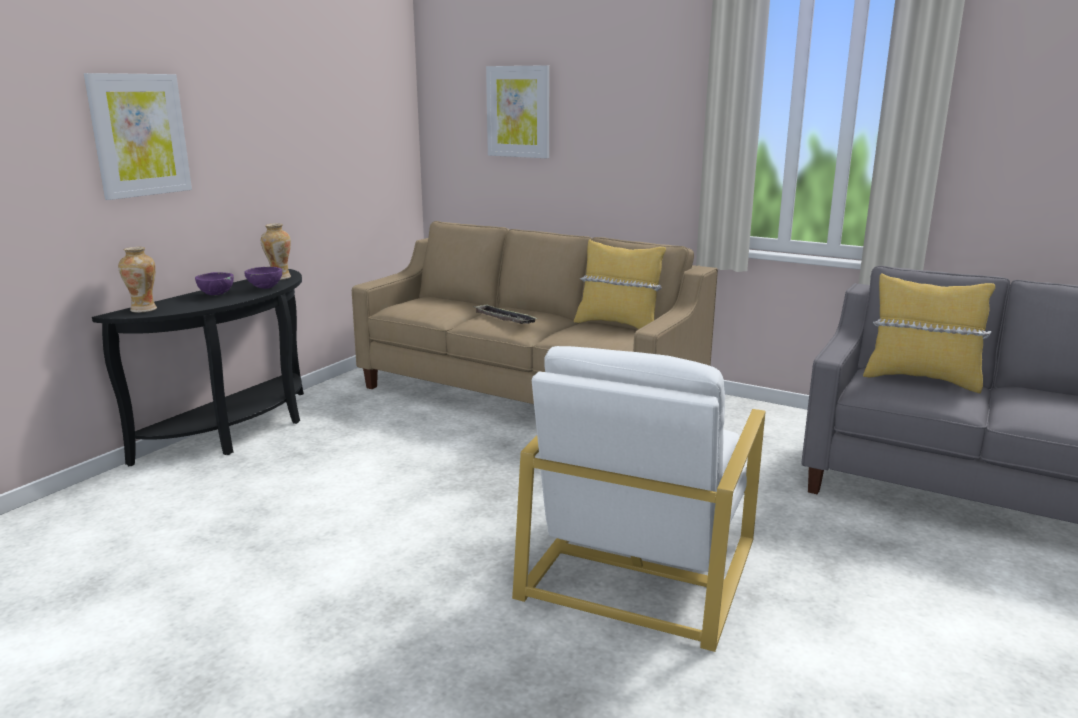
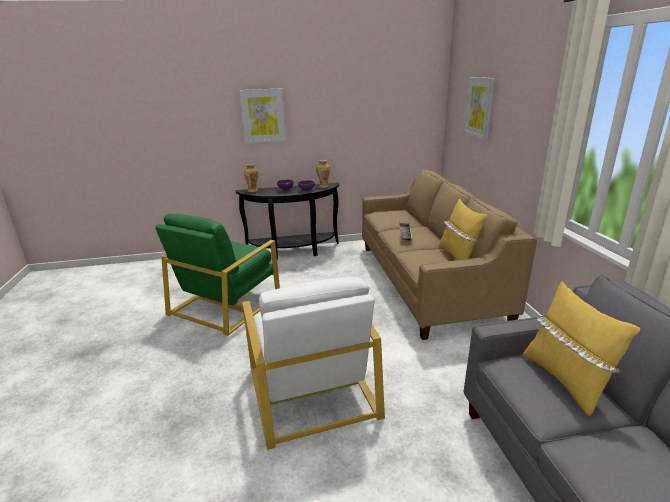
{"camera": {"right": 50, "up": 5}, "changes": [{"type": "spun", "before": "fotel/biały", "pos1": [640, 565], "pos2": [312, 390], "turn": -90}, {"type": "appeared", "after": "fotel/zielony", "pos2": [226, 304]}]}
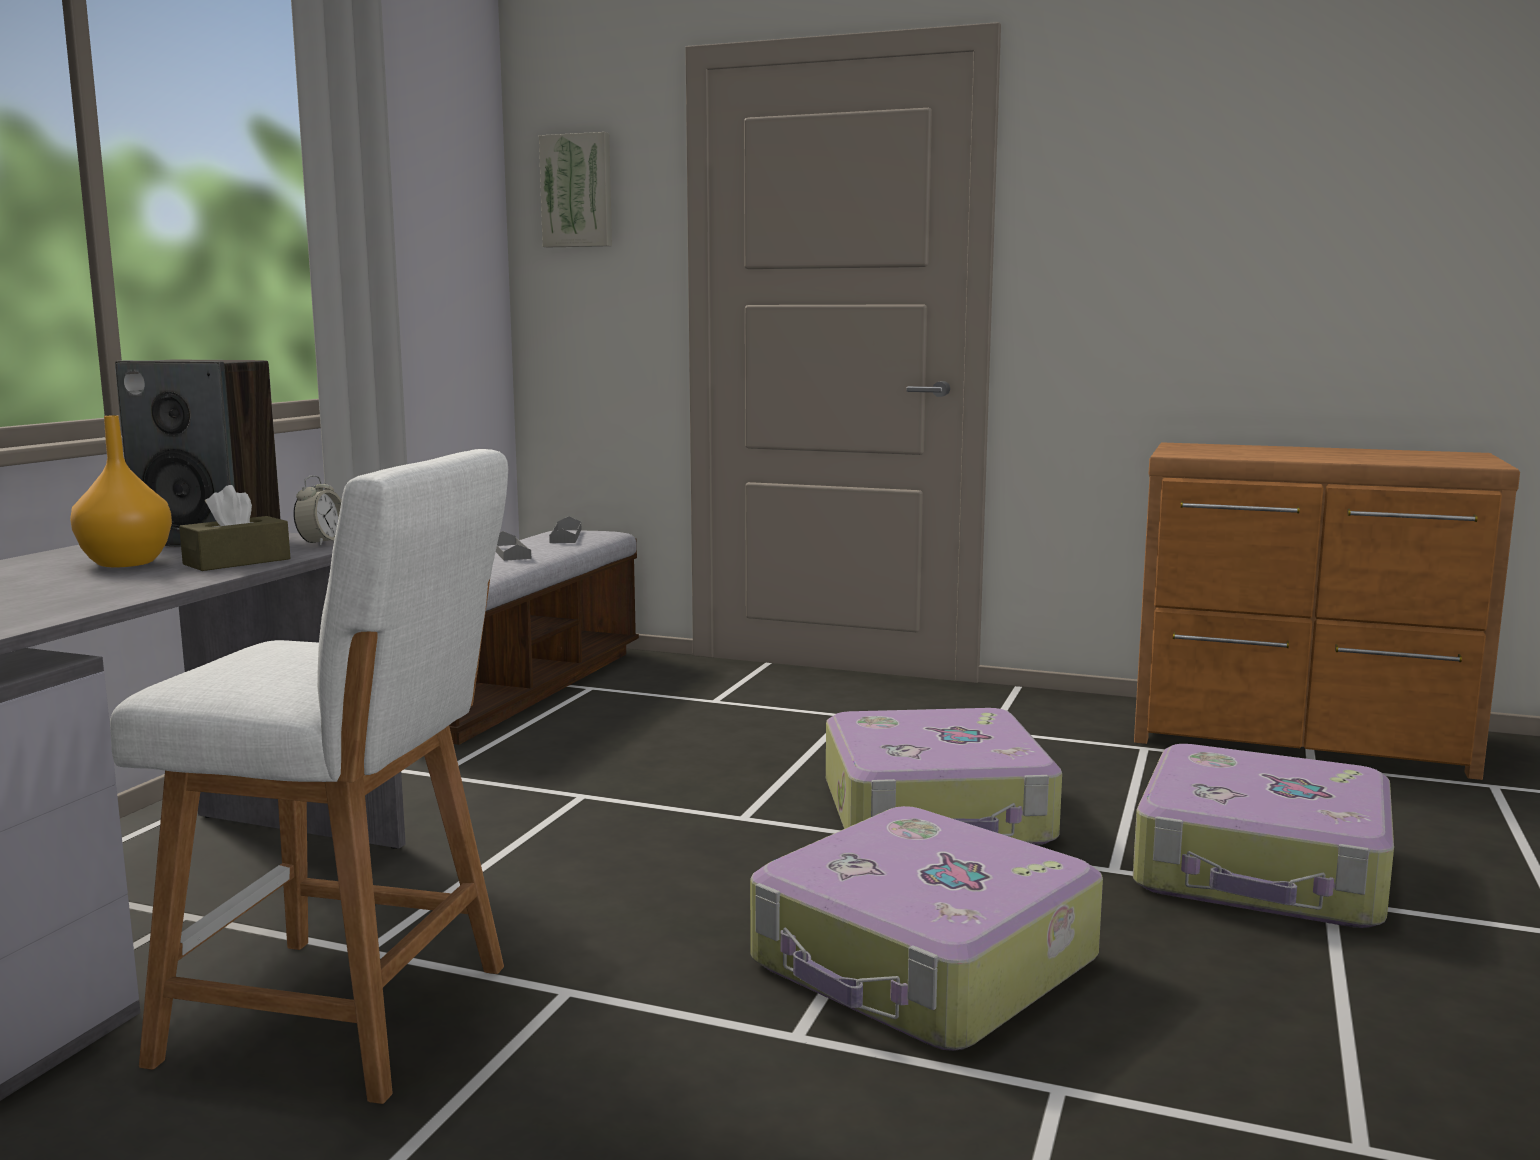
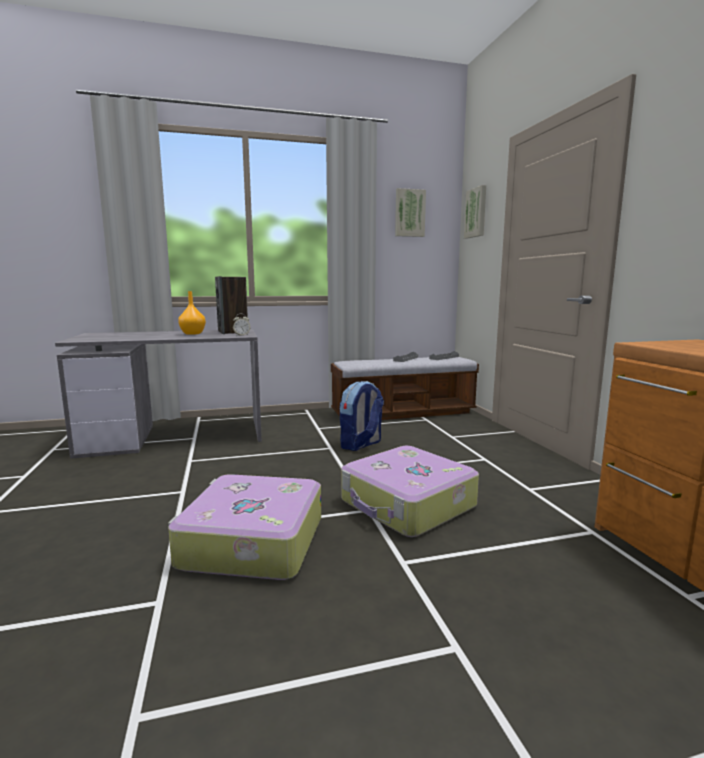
{"camera": {"right": 55, "up": 0}, "changes": [{"type": "missing", "before": "stołek/biały", "pos1": [351, 1016]}, {"type": "missing", "before": "pudełko chusteczek/brązowy", "pos1": [237, 562]}, {"type": "missing", "before": "walizka", "pos1": [1263, 870]}, {"type": "appeared", "after": "obraz", "pos2": [409, 213]}, {"type": "appeared", "after": "plecak", "pos2": [361, 445]}]}
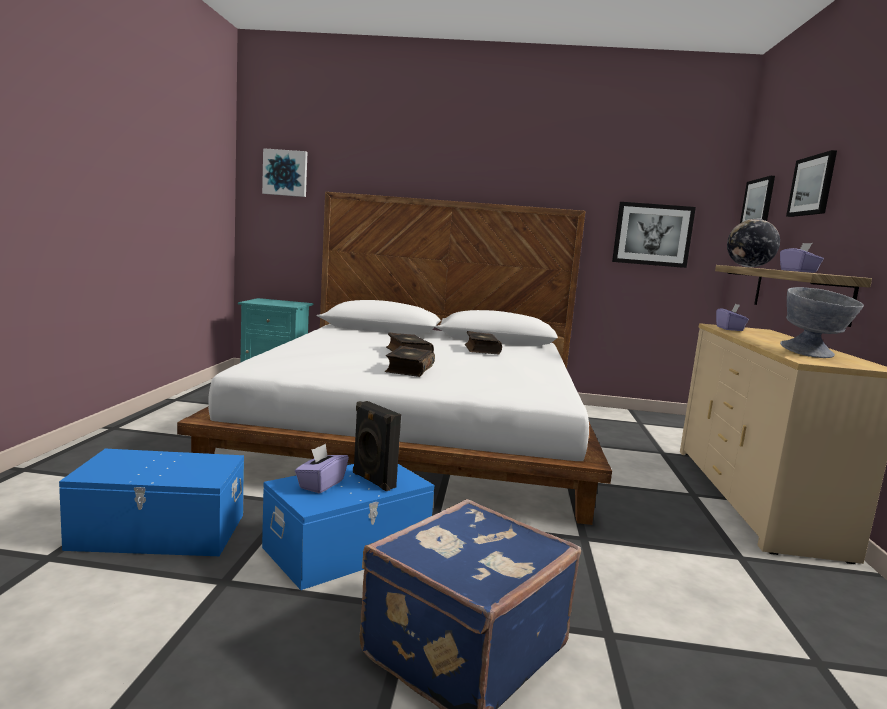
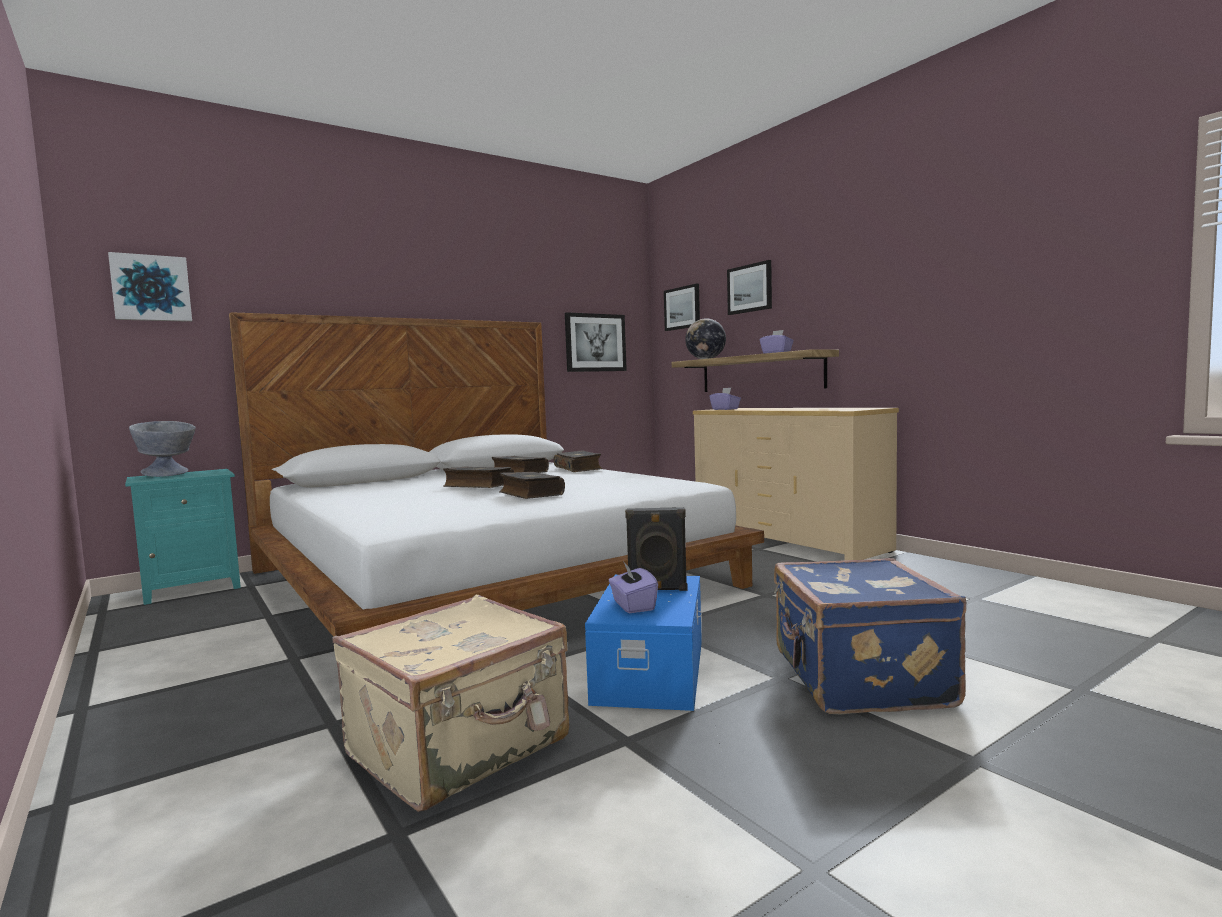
{"camera": {"right": -40, "up": -5}, "changes": [{"type": "relocated", "before": "miska/szary", "pos1": [812, 355], "pos2": [167, 475]}, {"type": "exchanged", "before": "pojemnik do przechowywania/niebieski", "after": "walizka/beżowy", "pos1": [159, 532], "pos2": [461, 748]}, {"type": "appeared", "after": "książka", "pos2": [578, 468]}]}
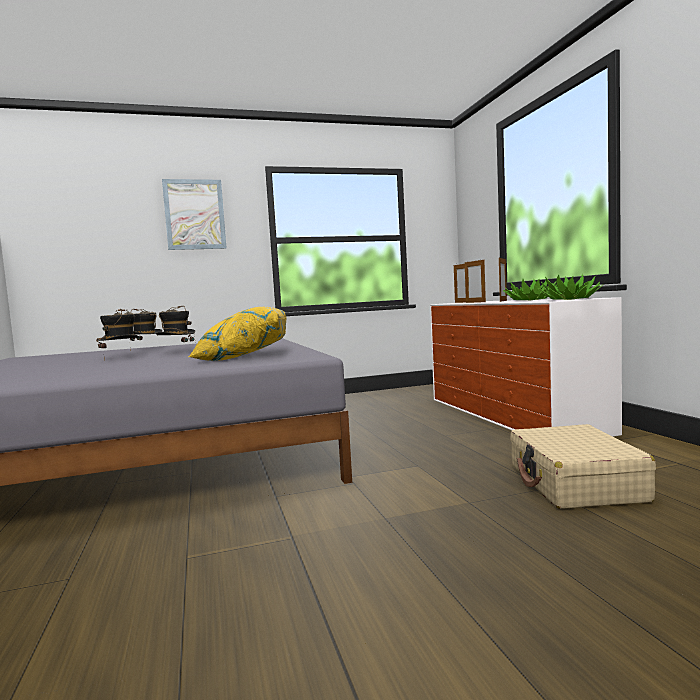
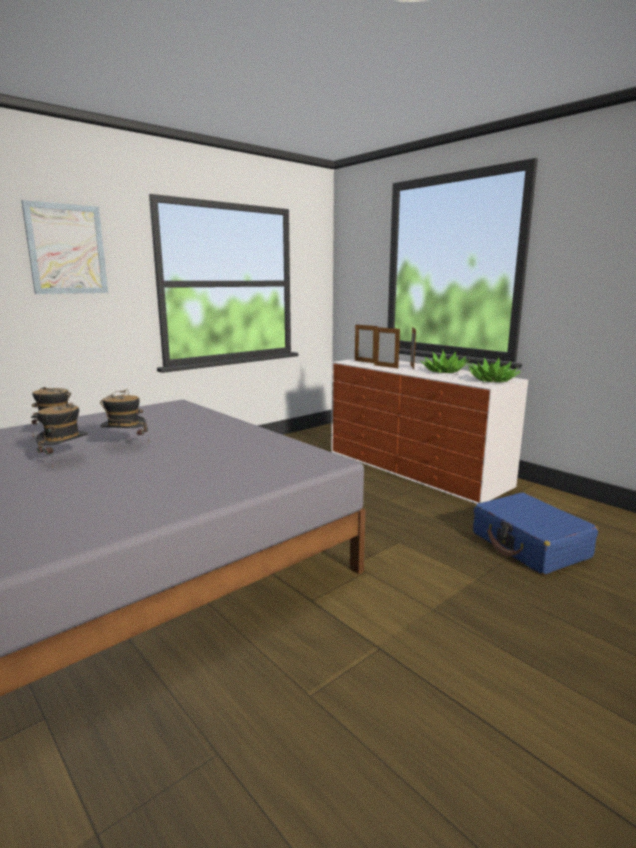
{"camera": {"right": -25, "up": 10}, "changes": [{"type": "missing", "before": "poduszka/żółty", "pos1": [243, 356]}, {"type": "colour", "before": "walizka/beżowy", "after": "walizka/niebieski", "pos1": [575, 483], "pos2": [530, 545]}]}
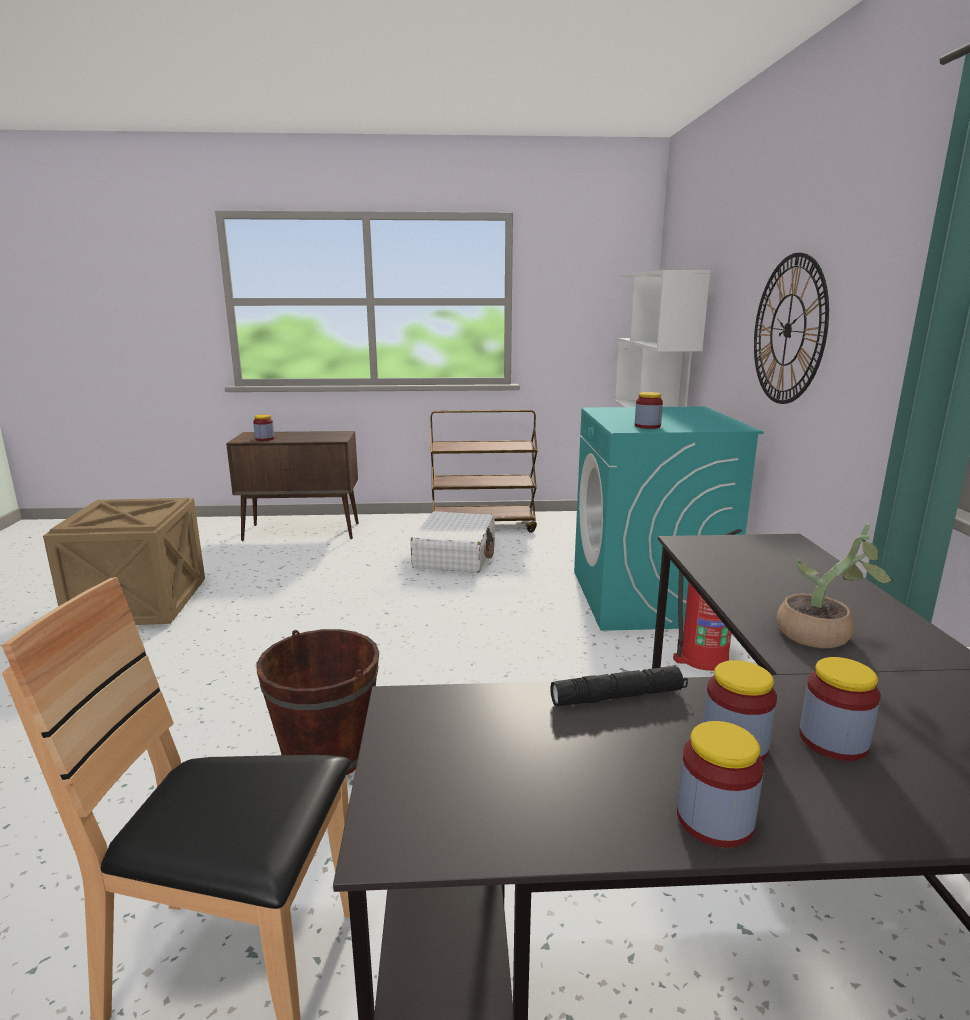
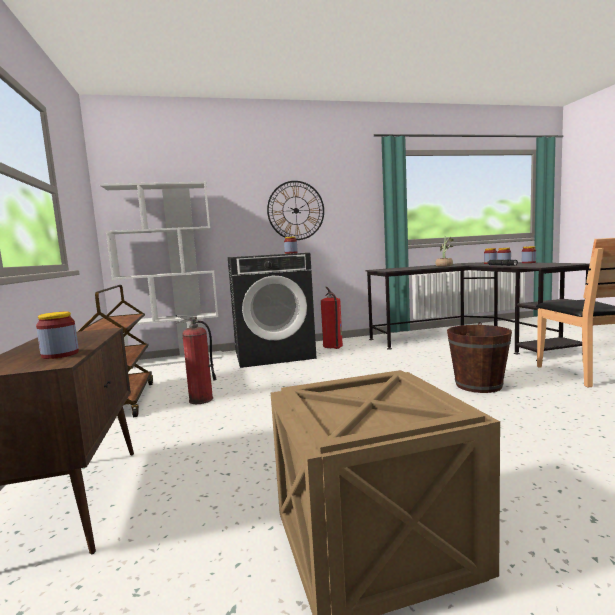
{"camera": {"right": -100, "up": -10}, "changes": [{"type": "colour", "before": "pralka/turkusowy", "after": "pralka/czarny", "pos1": [648, 598], "pos2": [274, 354]}, {"type": "exchanged", "before": "walizka/biały", "after": "gaśnica", "pos1": [455, 555], "pos2": [200, 400]}]}
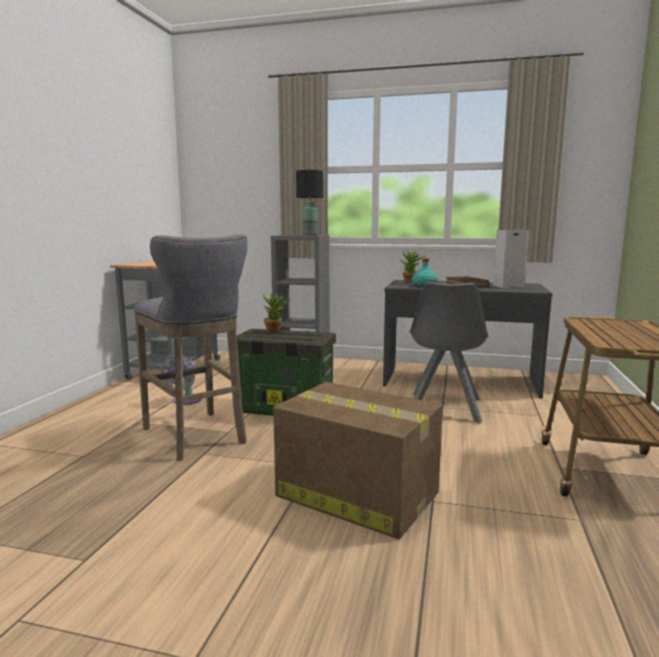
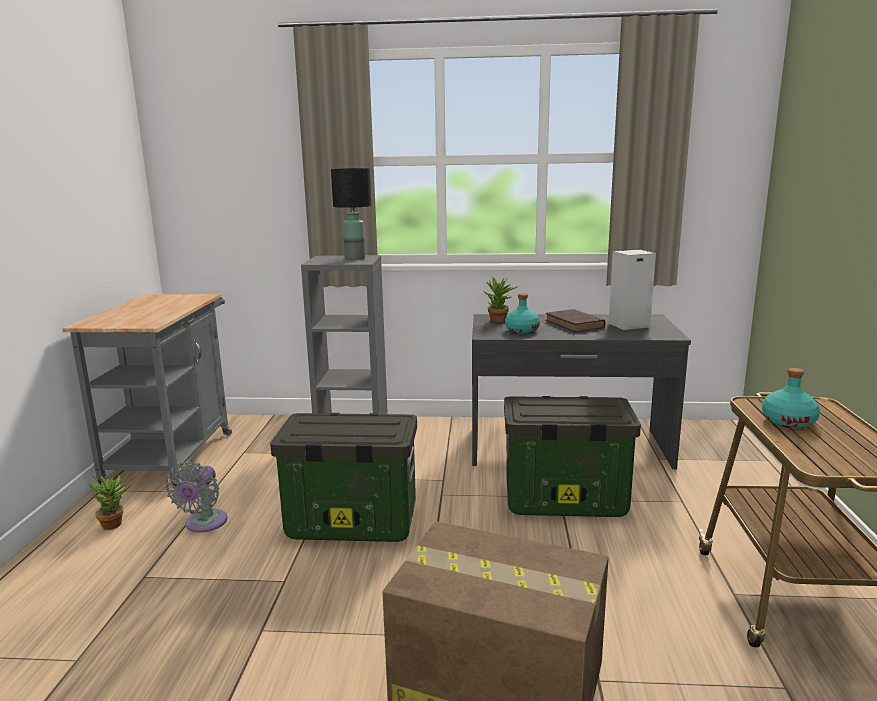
{"camera": {"right": -10, "up": 5}, "changes": [{"type": "missing", "before": "stołek/szary", "pos1": [197, 437]}, {"type": "exchanged", "before": "krzesło/szary", "after": "pojemnik do przechowywania", "pos1": [444, 408], "pos2": [563, 501]}, {"type": "relocated", "before": "roślina doniczkowa", "pos1": [276, 330], "pos2": [116, 523]}, {"type": "appeared", "after": "butelka/turkusowy", "pos2": [788, 421]}]}
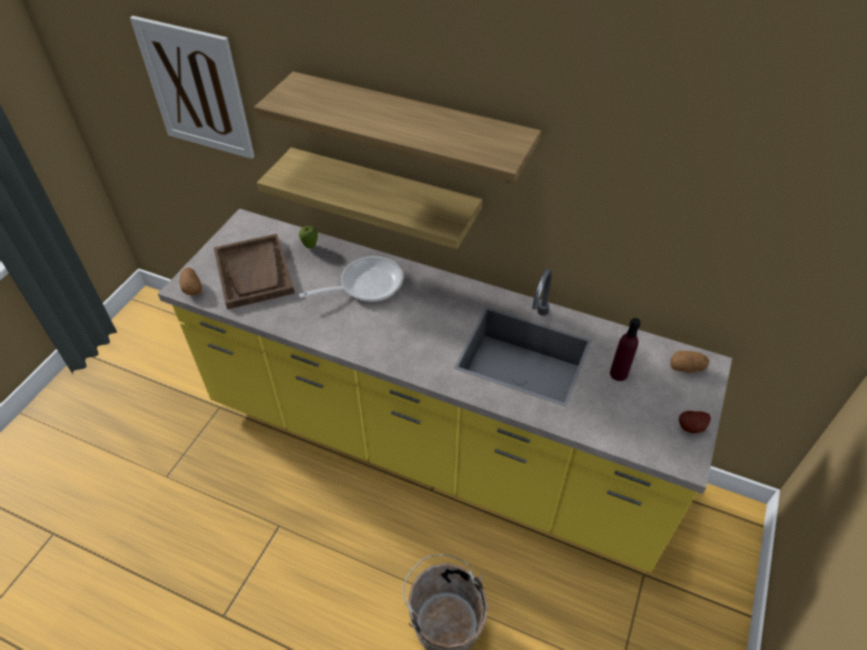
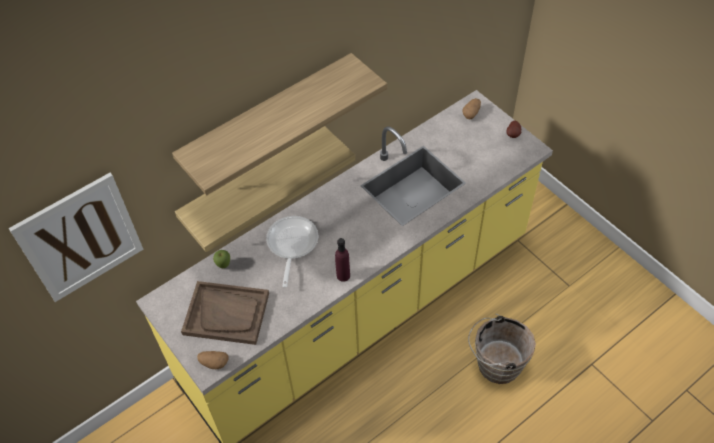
{"camera": {"right": -60, "up": 5}, "changes": [{"type": "relocated", "before": "butelka/fioletowy", "pos1": [618, 373], "pos2": [343, 275]}]}
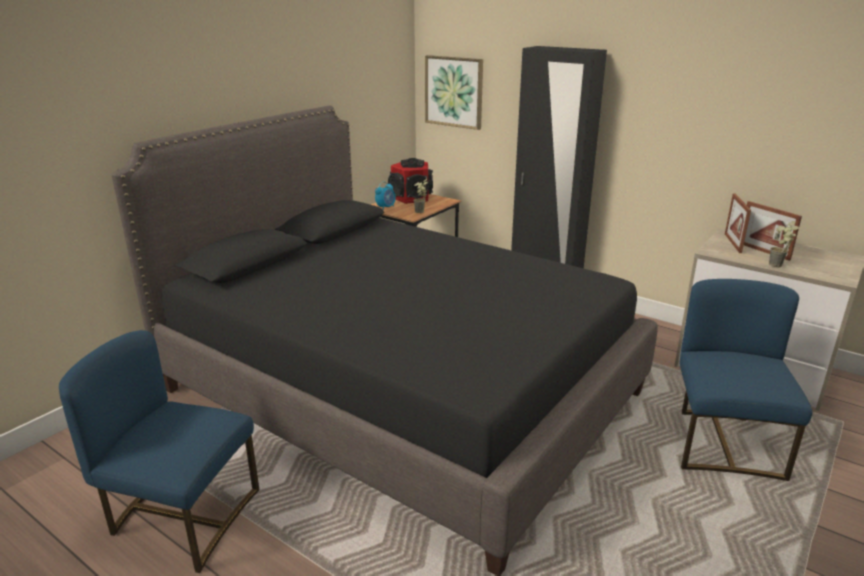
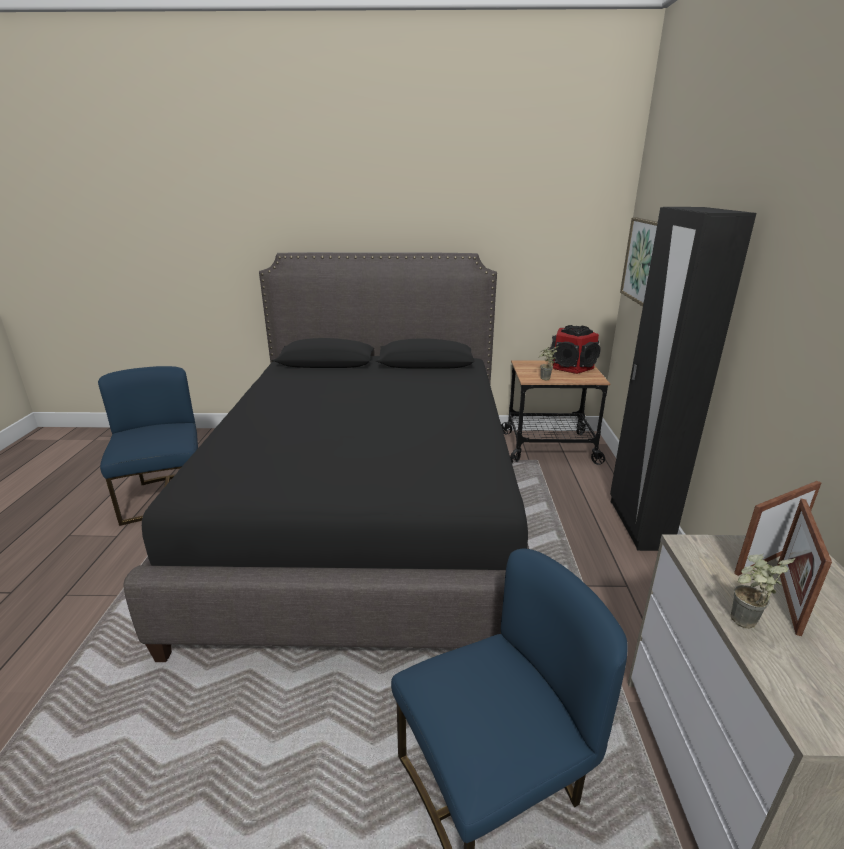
{"camera": {"right": 55, "up": 0}, "changes": [{"type": "missing", "before": "budzik", "pos1": [386, 207]}]}
